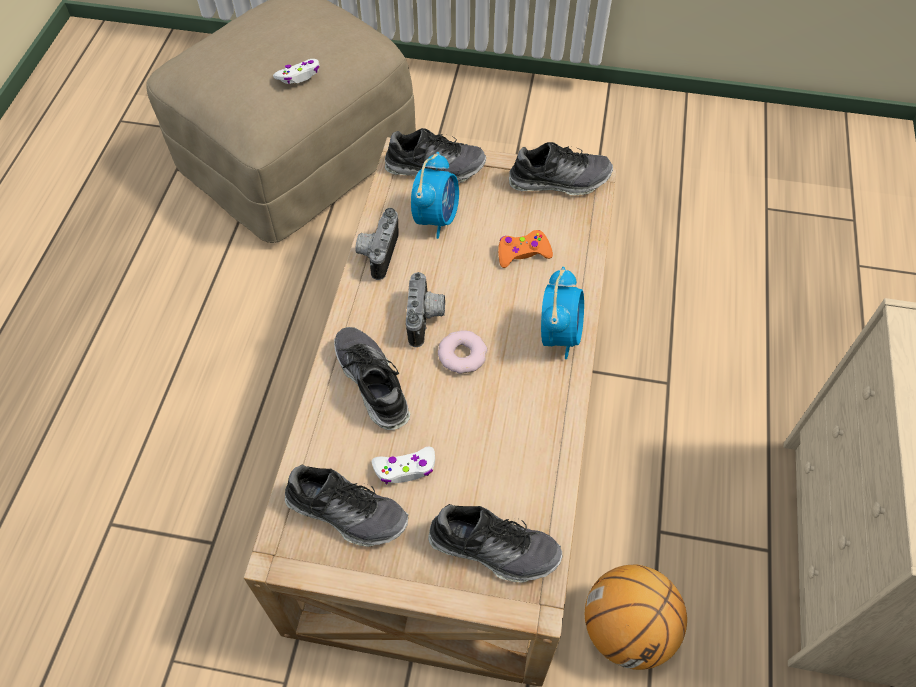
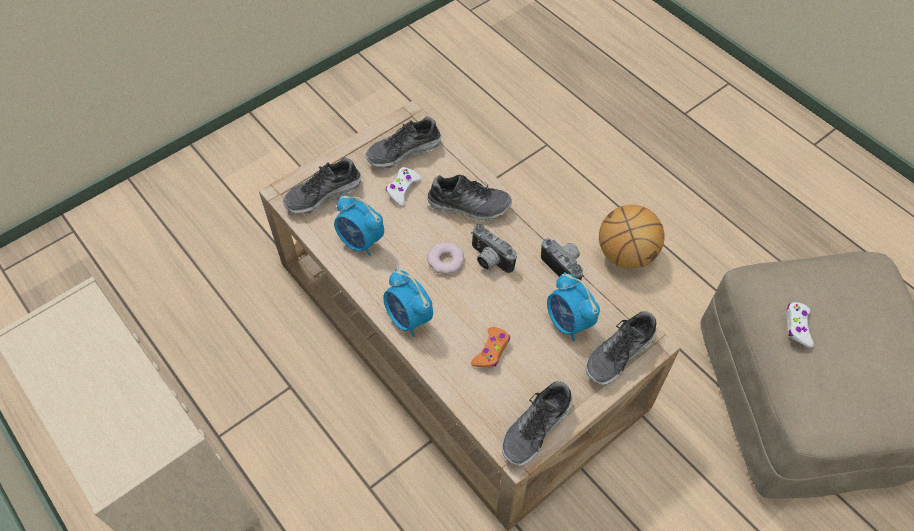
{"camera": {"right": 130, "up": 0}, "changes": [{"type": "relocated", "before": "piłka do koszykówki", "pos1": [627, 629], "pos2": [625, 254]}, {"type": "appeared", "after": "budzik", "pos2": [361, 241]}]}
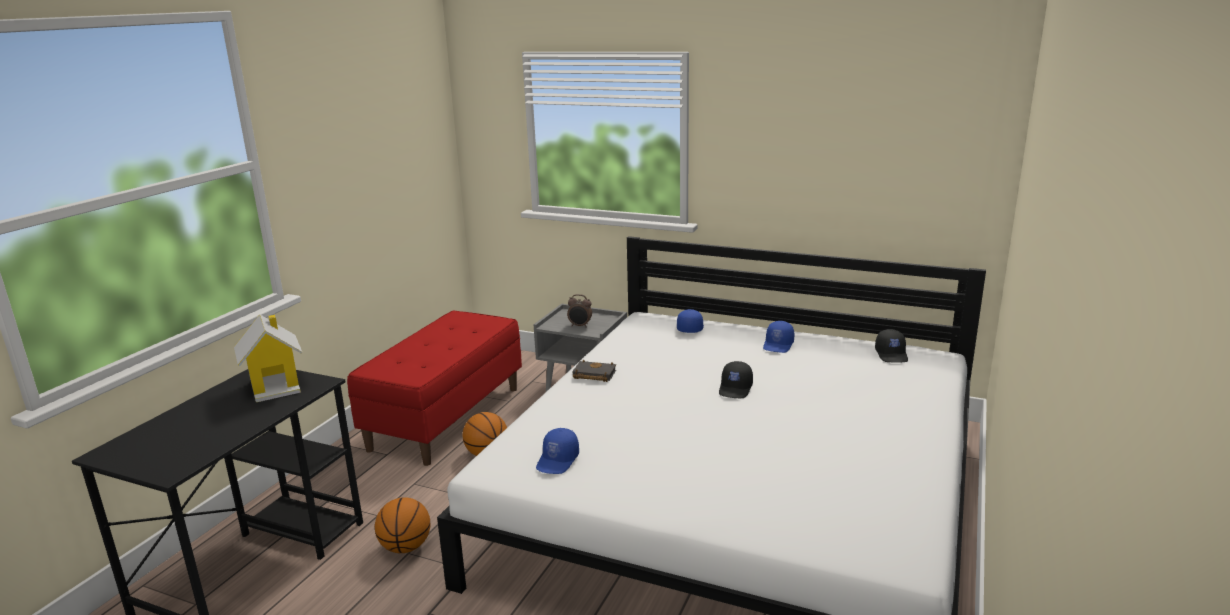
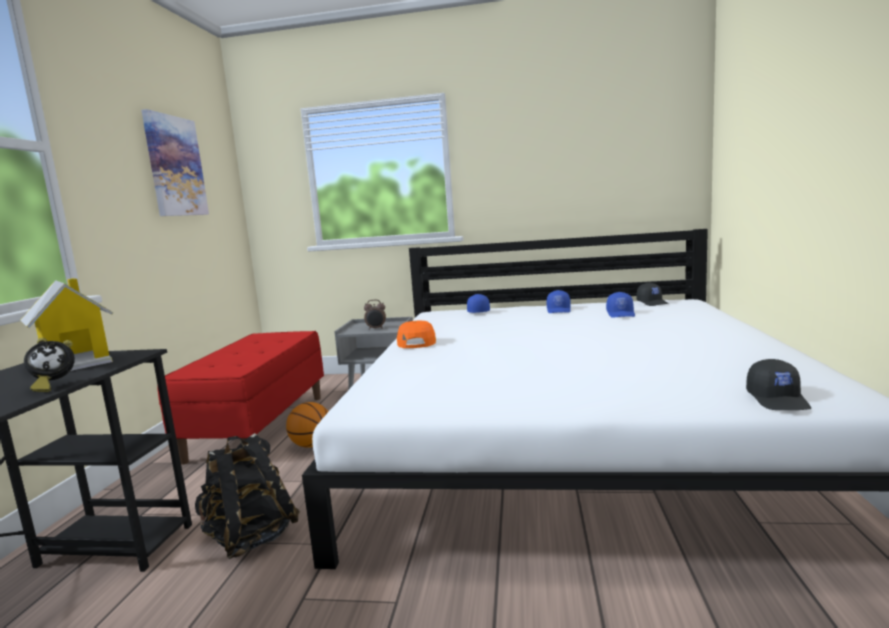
{"camera": {"right": -15, "up": -10}, "changes": [{"type": "exchanged", "before": "książka/czarny", "after": "czapka z daszkiem/pomarańczowy", "pos1": [593, 375], "pos2": [416, 342]}, {"type": "relocated", "before": "czapka z daszkiem/czarny", "pos1": [736, 389], "pos2": [778, 400]}, {"type": "relocated", "before": "czapka z daszkiem/niebieski", "pos1": [558, 461], "pos2": [621, 314]}, {"type": "exchanged", "before": "piłka do koszykówki", "after": "plecak/czarny", "pos1": [405, 547], "pos2": [250, 538]}, {"type": "appeared", "after": "obraz", "pos2": [175, 166]}, {"type": "appeared", "after": "budzik", "pos2": [53, 386]}]}
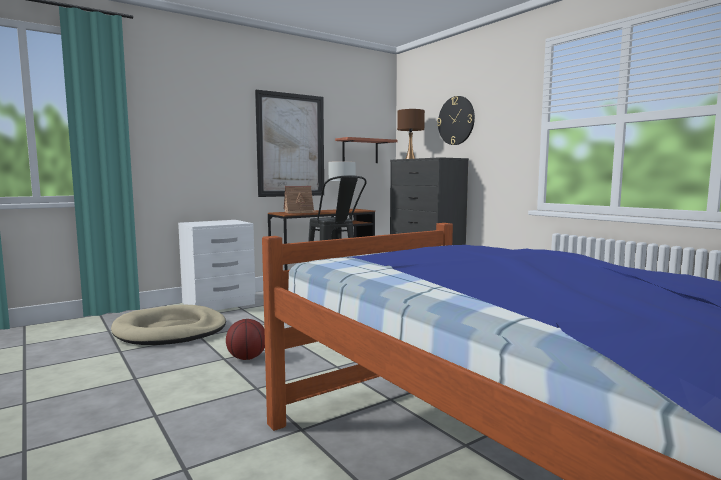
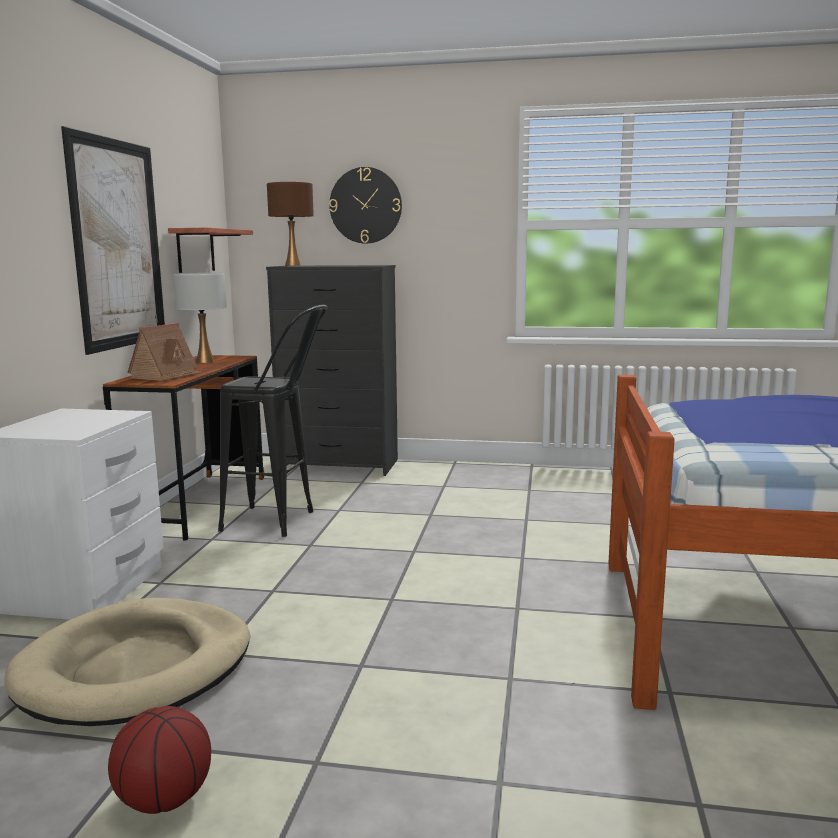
{"camera": {"right": -45, "up": 5}, "changes": [{"type": "relocated", "before": "piłka do koszykówki", "pos1": [246, 358], "pos2": [164, 800]}]}
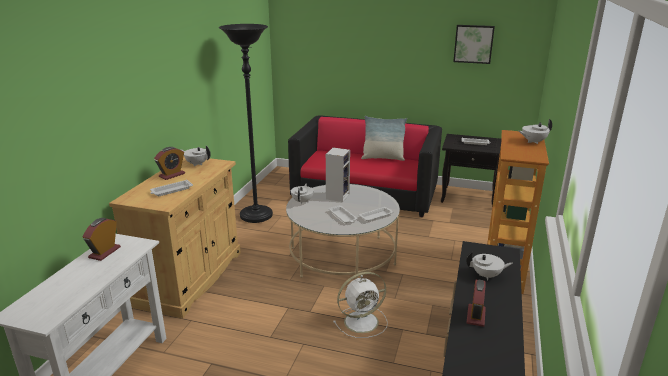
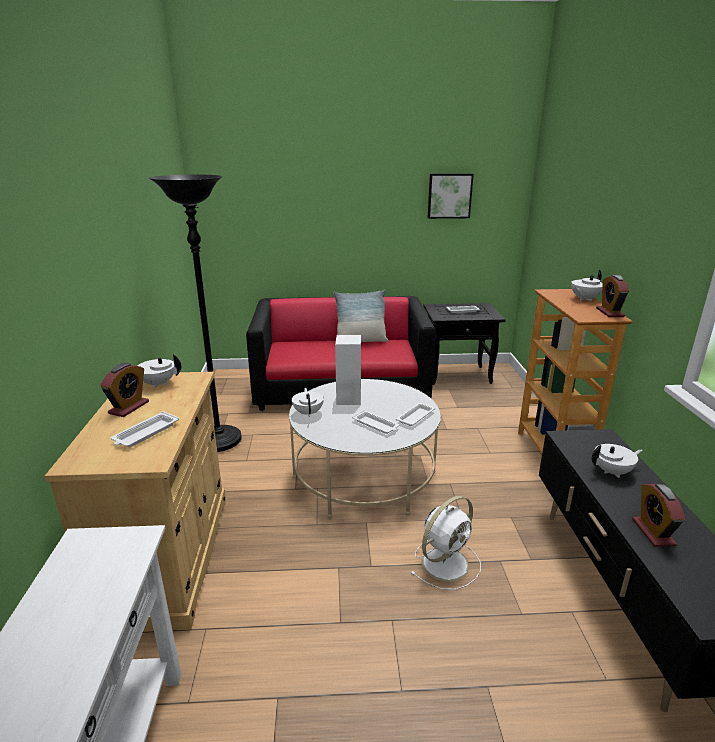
{"camera": {"right": -20, "up": 0}, "changes": [{"type": "relocated", "before": "budzik", "pos1": [105, 252], "pos2": [609, 312]}]}
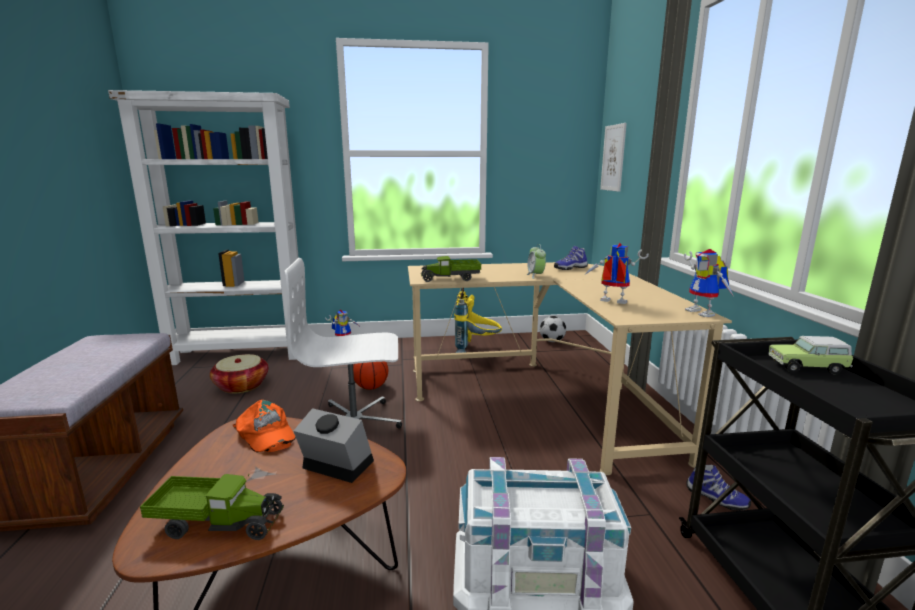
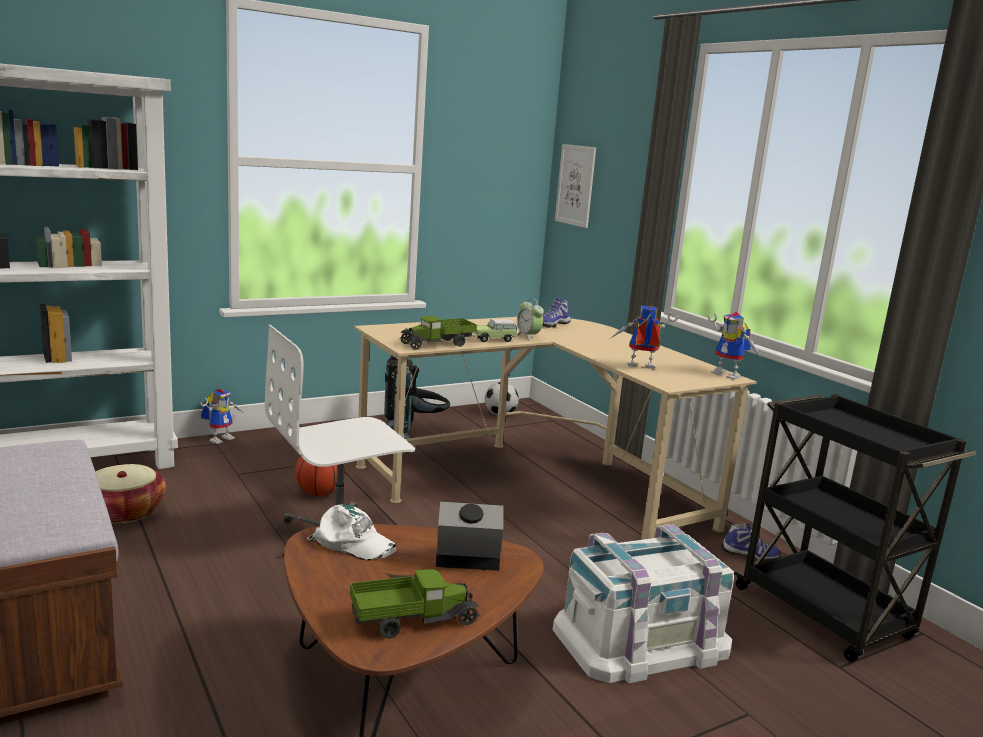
{"camera": {"right": -25, "up": 0}, "changes": [{"type": "colour", "before": "plecak/żółty", "after": "plecak/czarny", "pos1": [476, 350], "pos2": [415, 433]}, {"type": "relocated", "before": "samochodzik", "pos1": [809, 368], "pos2": [495, 339]}, {"type": "colour", "before": "czapka z daszkiem/pomarańczowy", "after": "czapka z daszkiem/biały", "pos1": [265, 434], "pos2": [353, 543]}]}
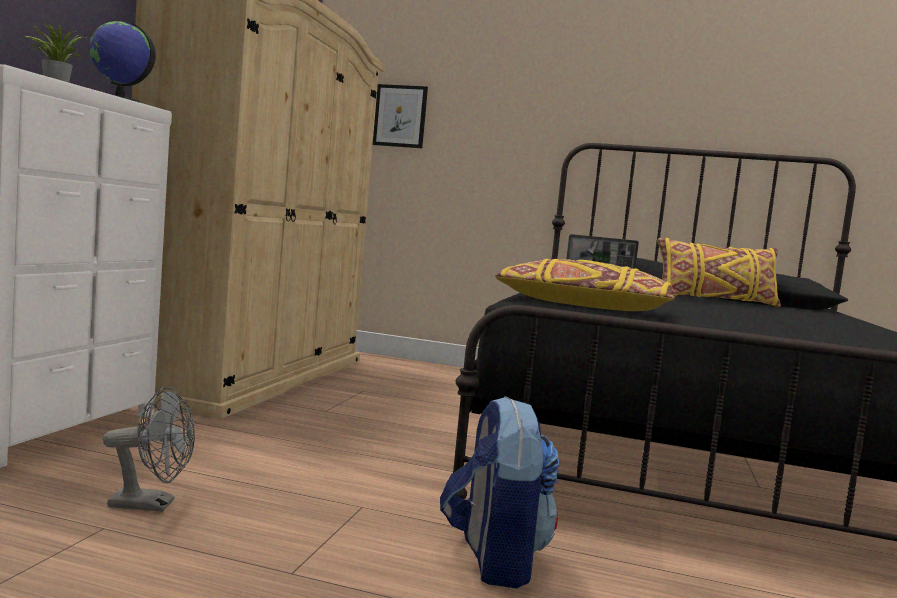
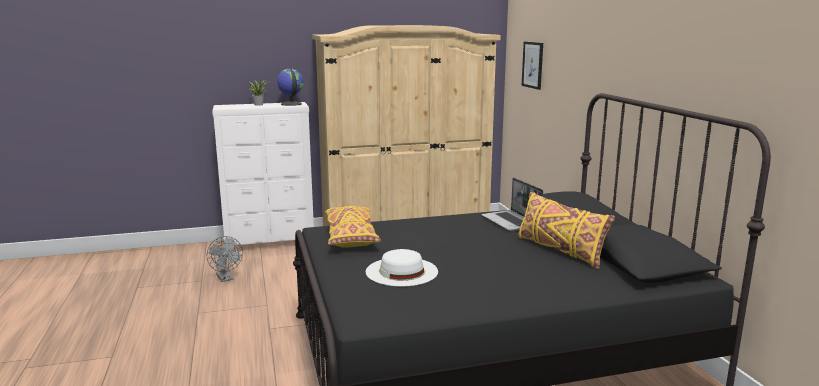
{"camera": {"right": 60, "up": 10}, "changes": [{"type": "missing", "before": "plecak", "pos1": [493, 559]}, {"type": "appeared", "after": "kapelusz/biały", "pos2": [401, 271]}]}
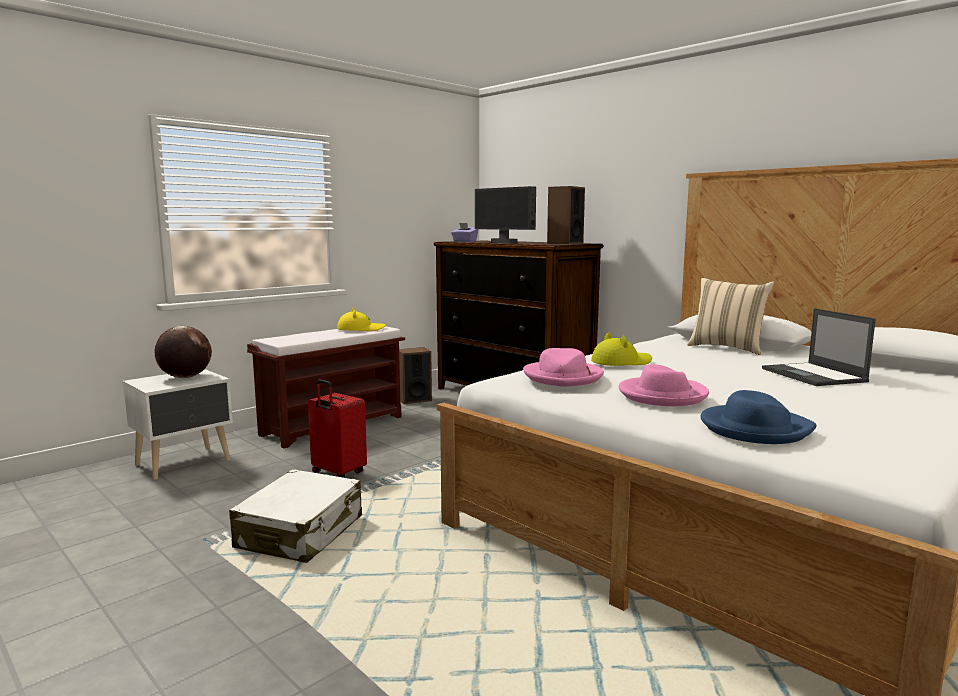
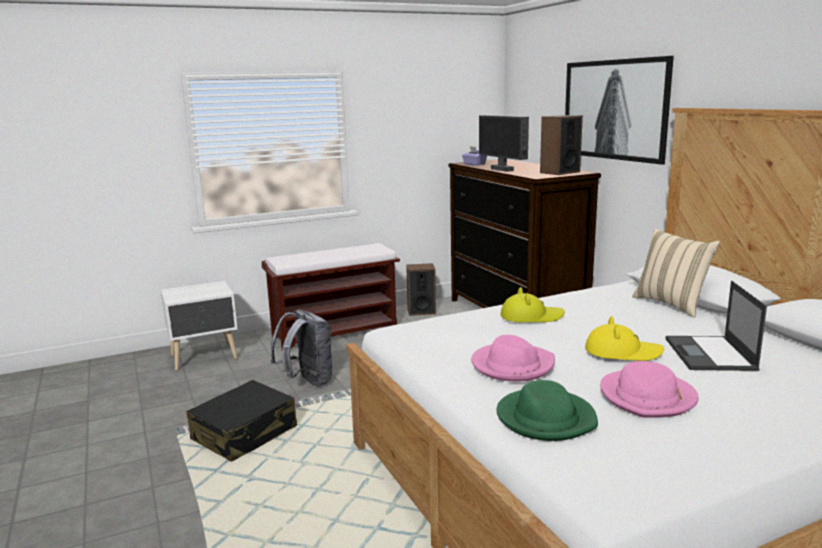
{"camera": {"right": 20, "up": 5}, "changes": [{"type": "relocated", "before": "kapelusz/żółty", "pos1": [360, 329], "pos2": [622, 352]}, {"type": "missing", "before": "globus", "pos1": [185, 377]}, {"type": "relocated", "before": "kapelusz/różowy", "pos1": [563, 377], "pos2": [648, 397]}, {"type": "exchanged", "before": "walizka/czerwony", "after": "plecak/szary", "pos1": [337, 473], "pos2": [307, 382]}, {"type": "colour", "before": "kapelusz/niebieski", "after": "kapelusz/zielony", "pos1": [754, 428], "pos2": [545, 418]}, {"type": "colour", "before": "walizka/biały", "after": "walizka/czarny", "pos1": [301, 532], "pos2": [245, 434]}, {"type": "appeared", "after": "obraz", "pos2": [615, 109]}]}
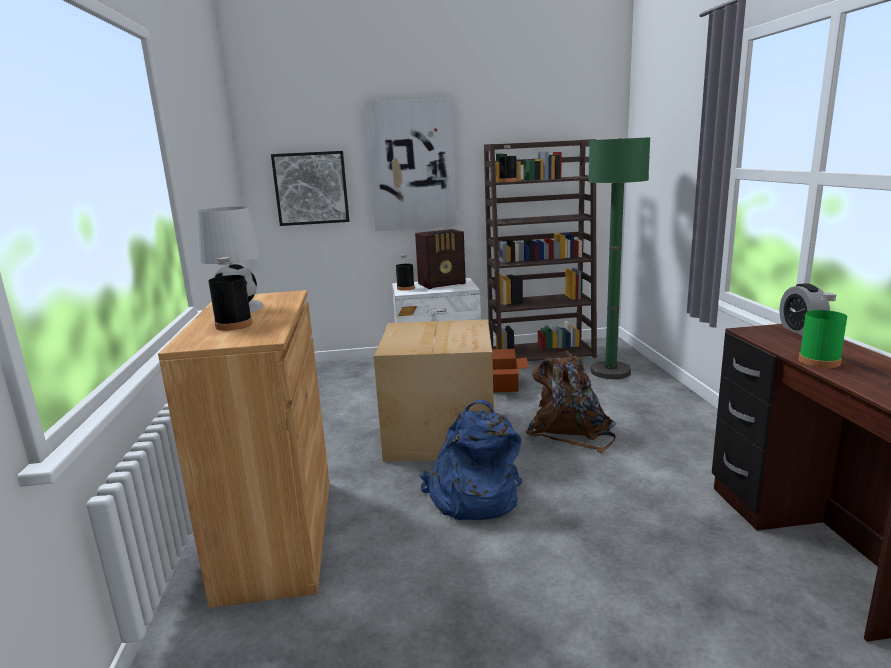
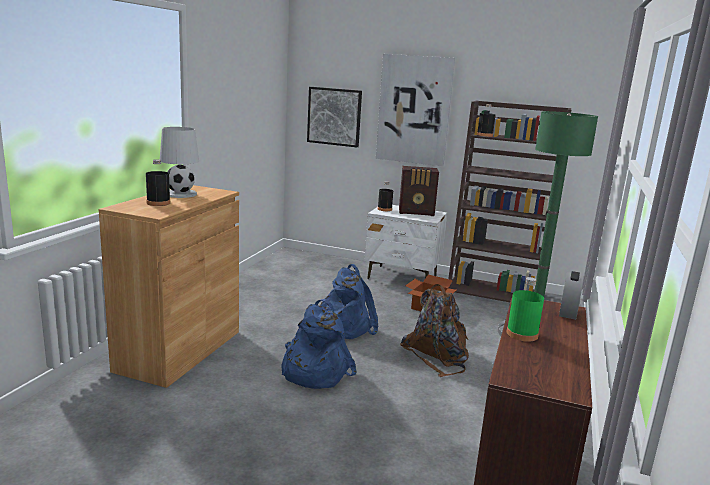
{"camera": {"right": 25, "up": 0}, "changes": [{"type": "exchanged", "before": "karton", "after": "plecak/niebieski", "pos1": [442, 433], "pos2": [344, 326]}]}
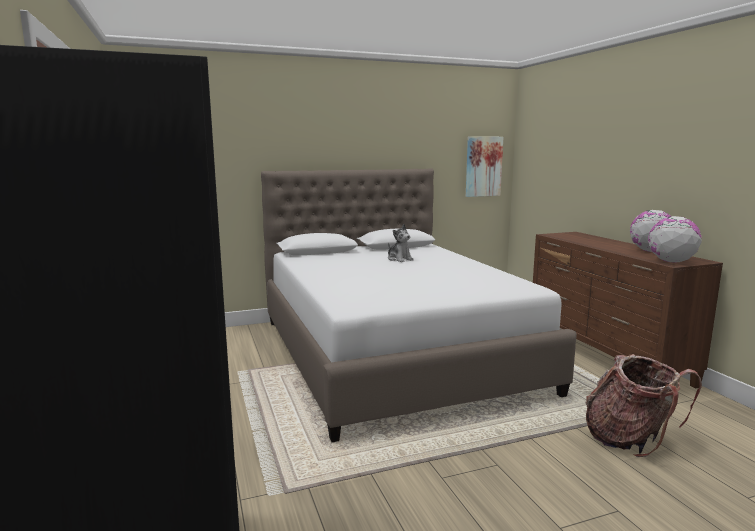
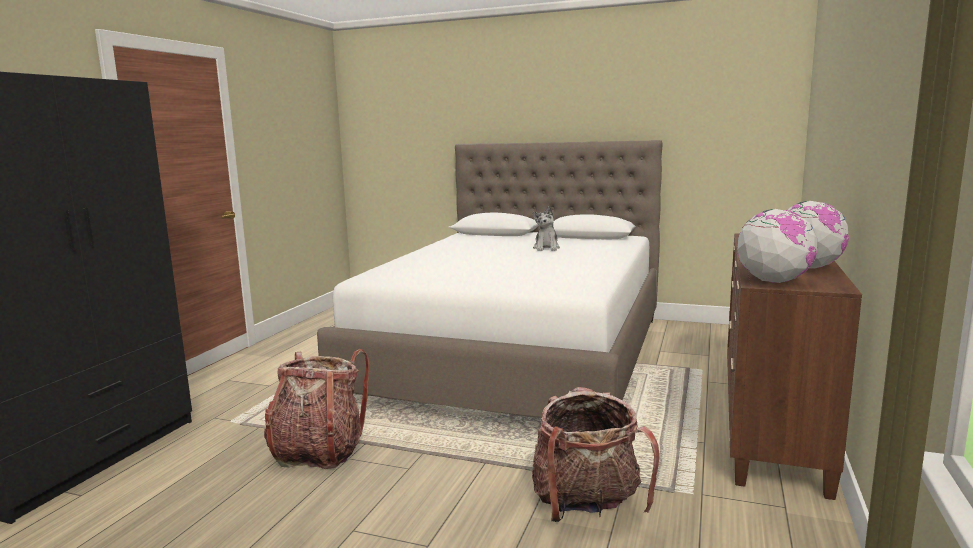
{"camera": {"right": 40, "up": 0}, "changes": [{"type": "missing", "before": "obraz", "pos1": [483, 166]}, {"type": "appeared", "after": "plecak", "pos2": [318, 452]}]}
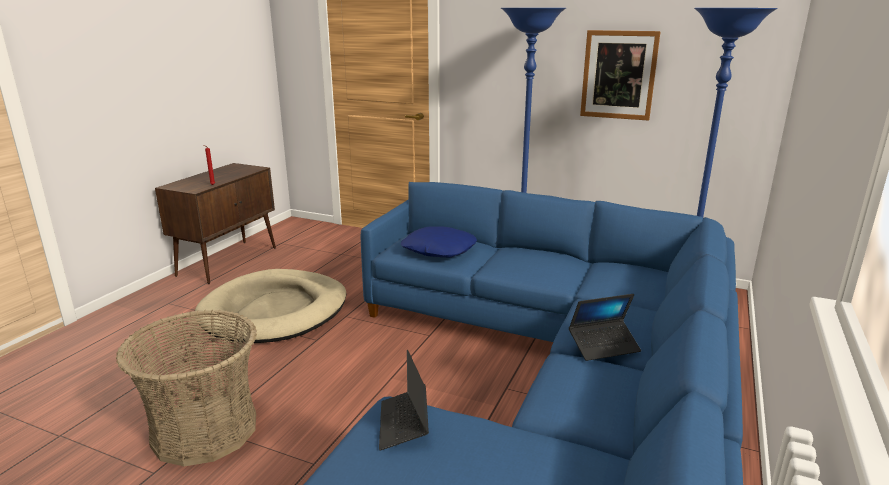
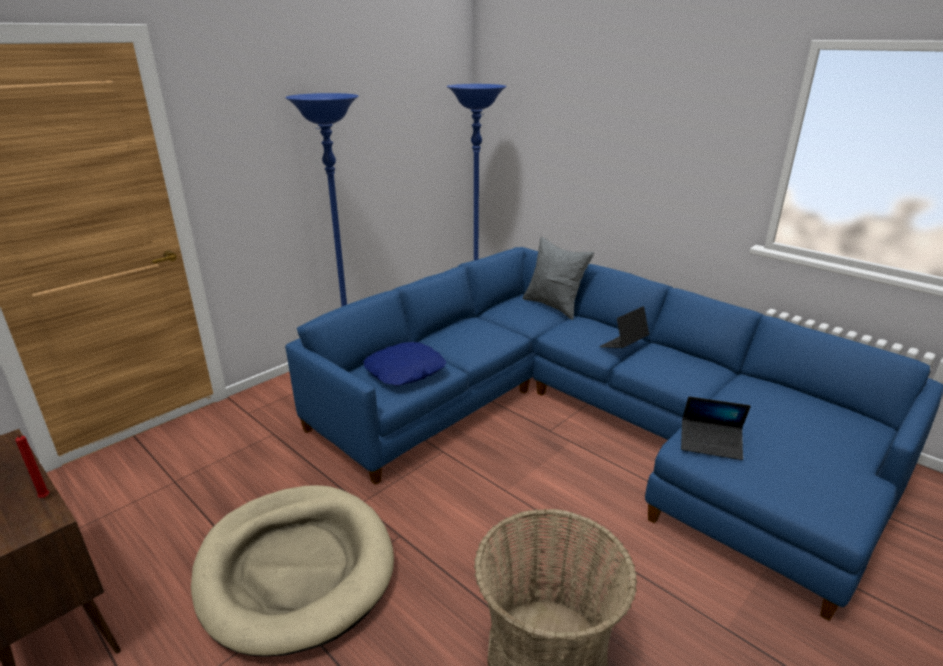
{"camera": {"right": -70, "up": 5}, "changes": [{"type": "missing", "before": "obraz", "pos1": [618, 75]}, {"type": "spun", "before": "laptop", "pos1": [604, 346], "pos2": [623, 345], "turn": -135}, {"type": "appeared", "after": "poduszka/szary", "pos2": [554, 306]}]}
